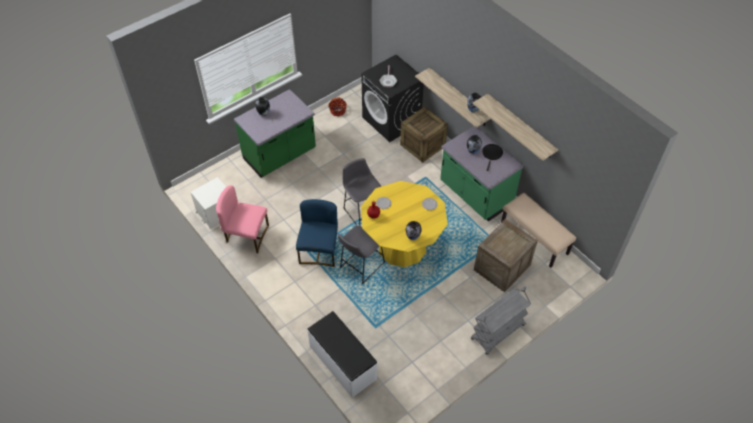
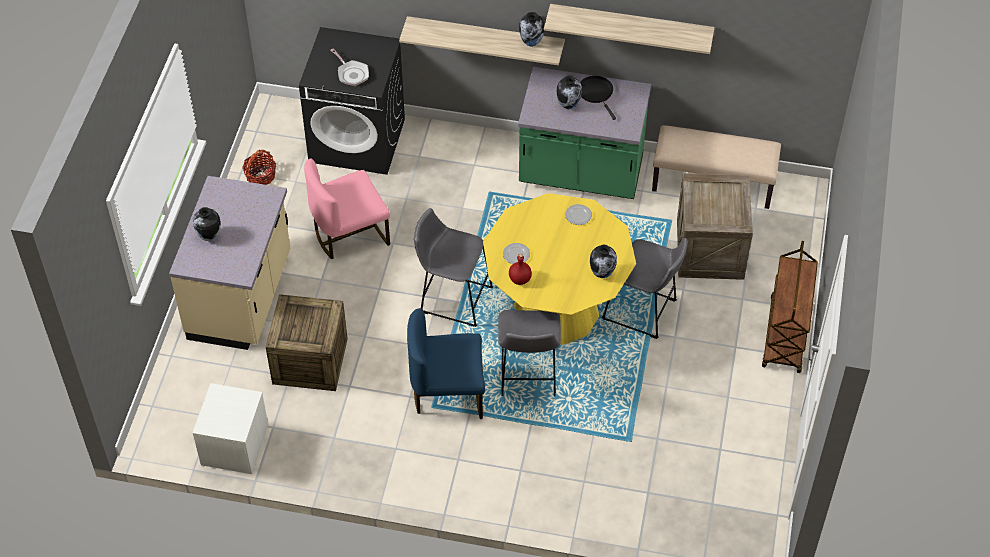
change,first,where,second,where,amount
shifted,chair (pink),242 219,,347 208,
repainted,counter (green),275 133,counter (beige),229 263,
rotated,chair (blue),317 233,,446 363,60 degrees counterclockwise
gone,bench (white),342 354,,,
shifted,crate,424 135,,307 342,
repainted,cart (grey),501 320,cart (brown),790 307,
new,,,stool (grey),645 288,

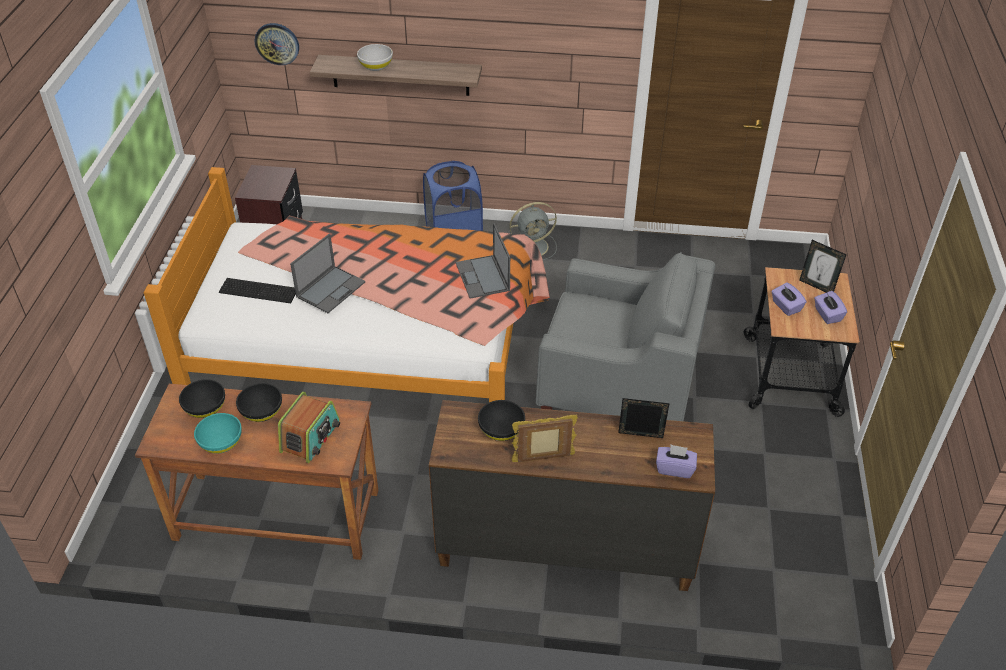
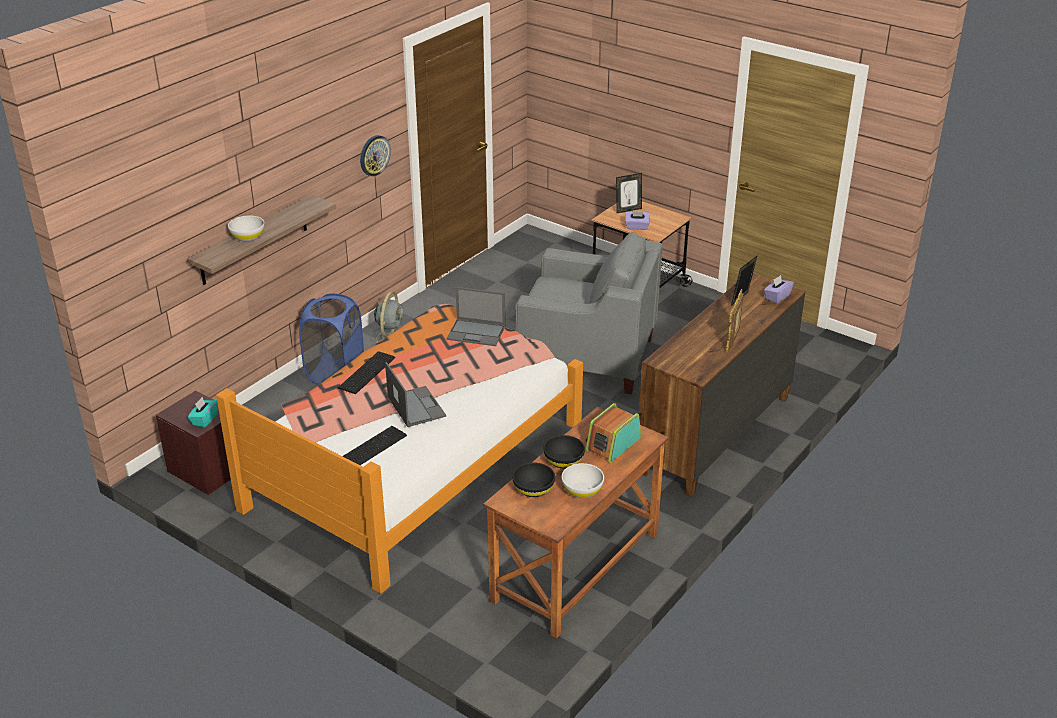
change,first,where,second,where,amount
repainted,bowl (turquoise),218 433,bowl (white),582 480,
shifted,wall clock,277 44,,375 155,
rotated,radio,309 427,,613 433,105 degrees counterclockwise
gone,bowl (black),501 420,,,
rotated,armchair (grey),625 336,,589 313,60 degrees clockwise
gone,tissue box (purple),830 307,,,
new,,,tissue box (turquoise),203 412,
new,,,keyboard,366 372,

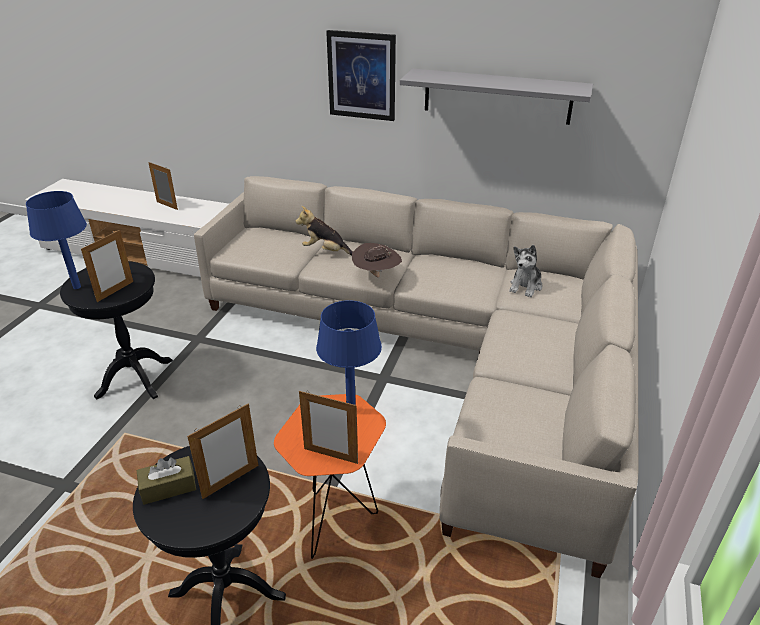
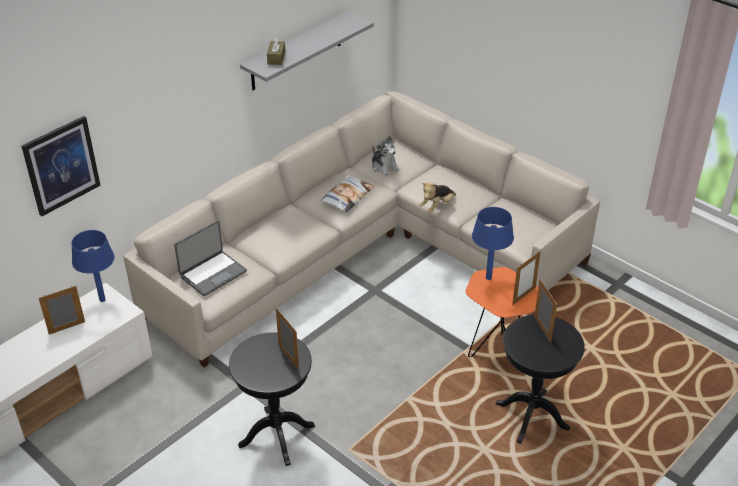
change,first,where,second,where,amount
shifted,table lamp (blue),56 240,,93 266,
shifted,tissue box (brown),166 480,,276 51,
shifted,plush toy,324 231,,437 198,
shifted,picture,361 75,,61 166,
gone,hat (brown),377 260,,,
new,,,laptop,210 258,
new,,,pillow,347 193,

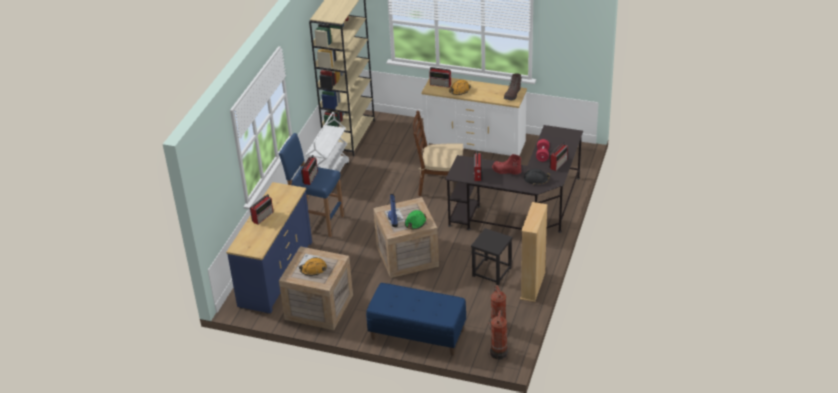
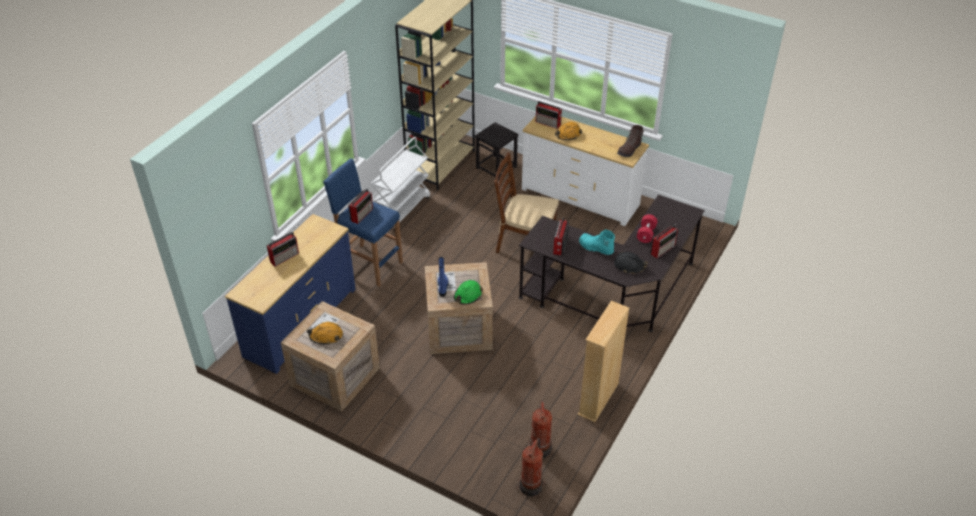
change,first,where,second,where,amount
gone,bench (blue),416 319,,,
shifted,stool (black),491 256,,496 151,
repainted,boot (red),507 164,boot (turquoise),597 242,

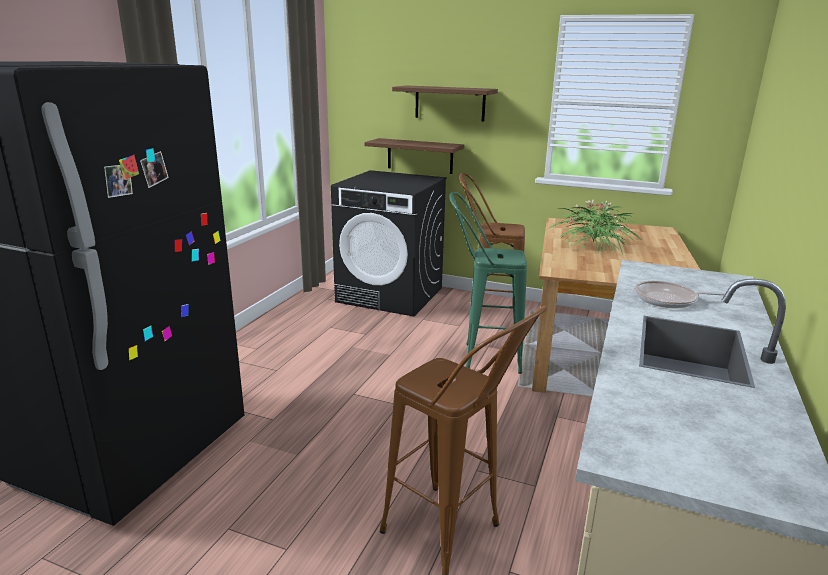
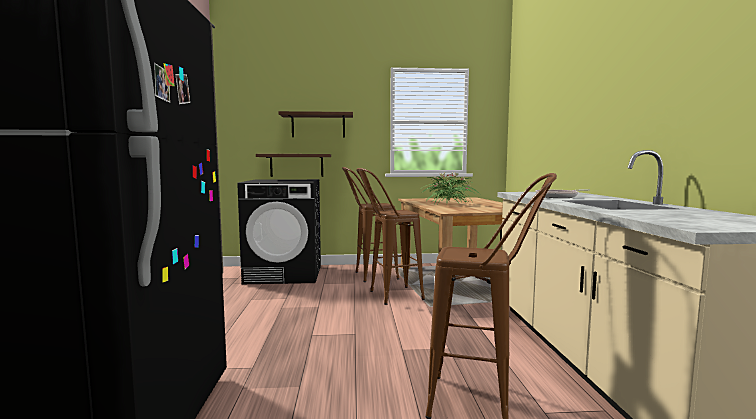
change,first,where,second,where,amount
repainted,stool (green),488 283,stool (brown),390 236,

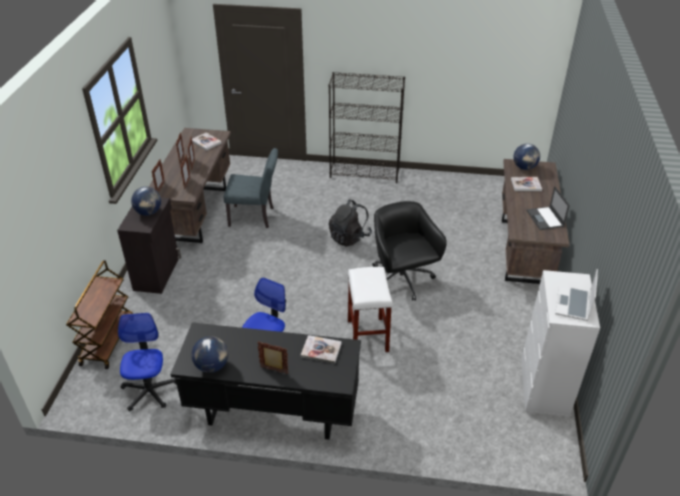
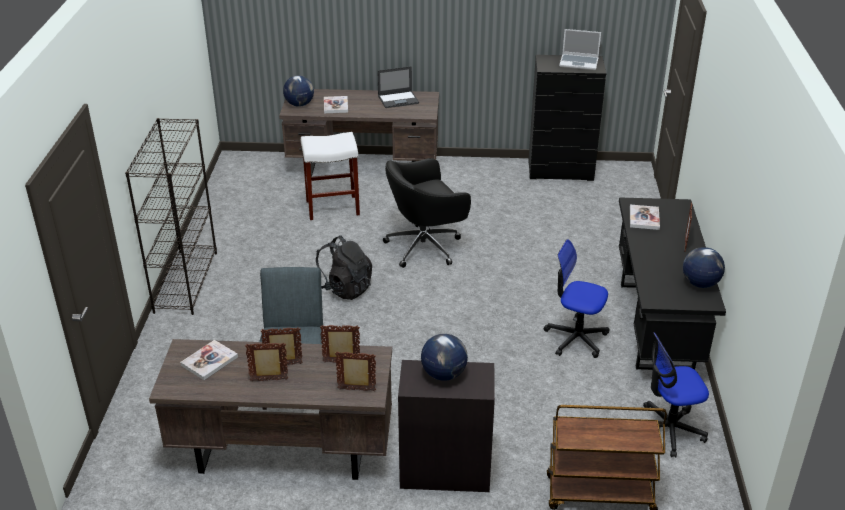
change,first,where,second,where,amount
shifted,stool (white),370 309,,330 176,
repainted,dresser (white),560 344,dresser (black),567 118,

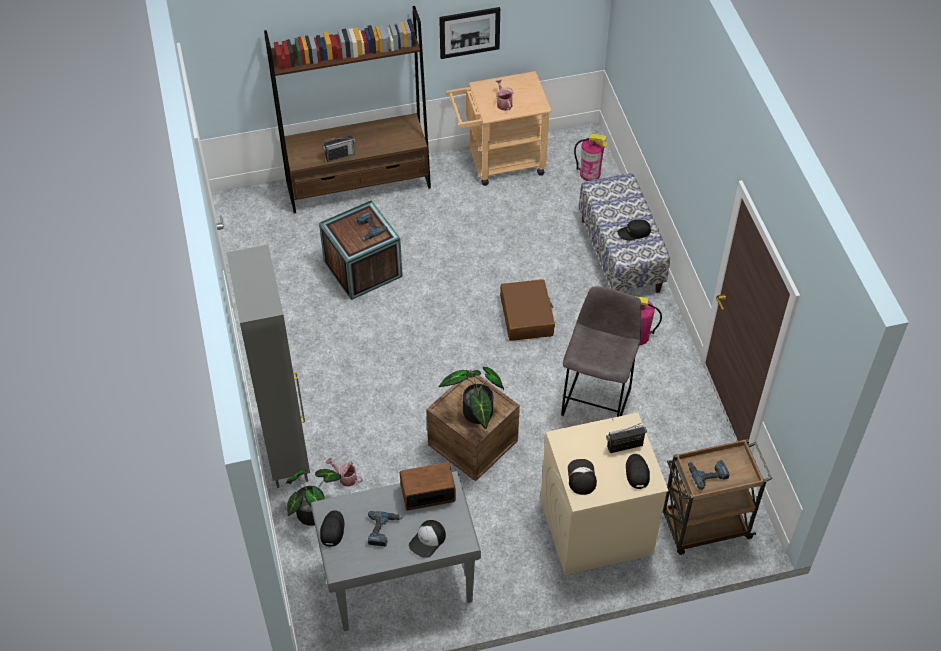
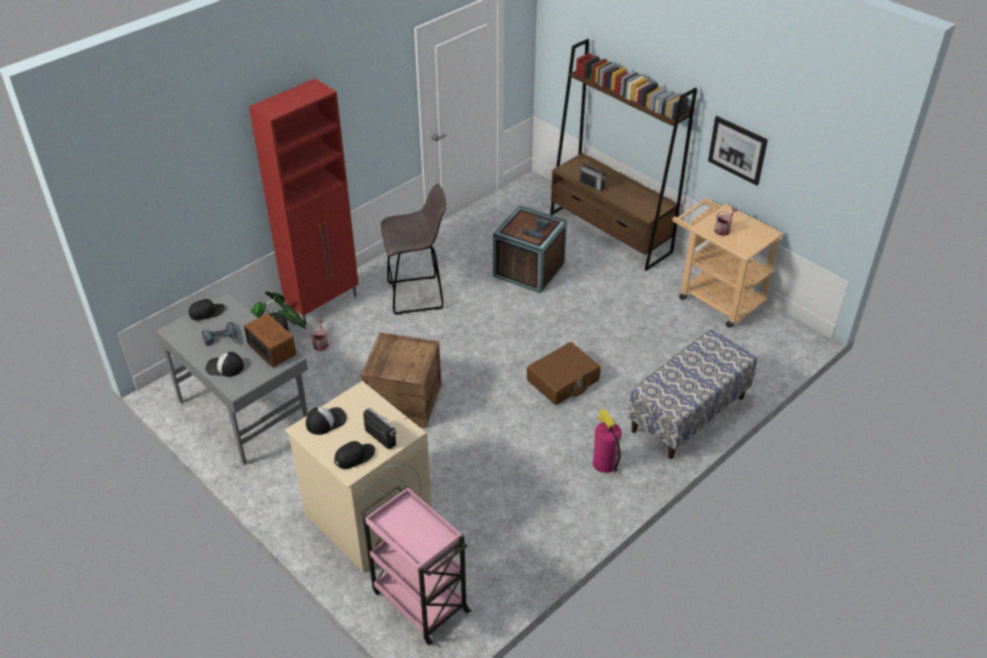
change,first,where,second,where,amount
repainted,cabinet (grey),268 366,cabinet (red),304 202,
gone,potted plant,471 398,,,
shifted,stool (grey),601 351,,413 249,
gone,fire extinguisher,591 157,,,
gone,cap (black),634 230,,,
repainted,cart (brown),717 497,cart (pink),416 565,
gone,power drill,709 475,,,

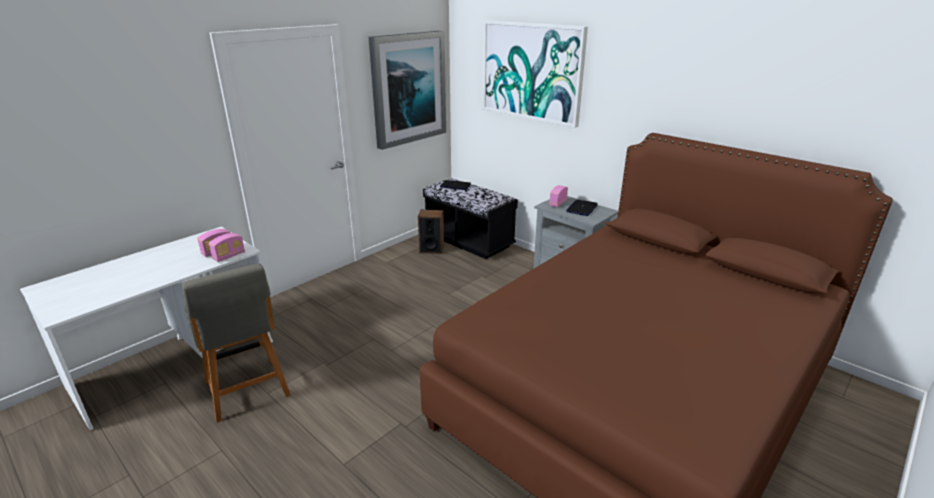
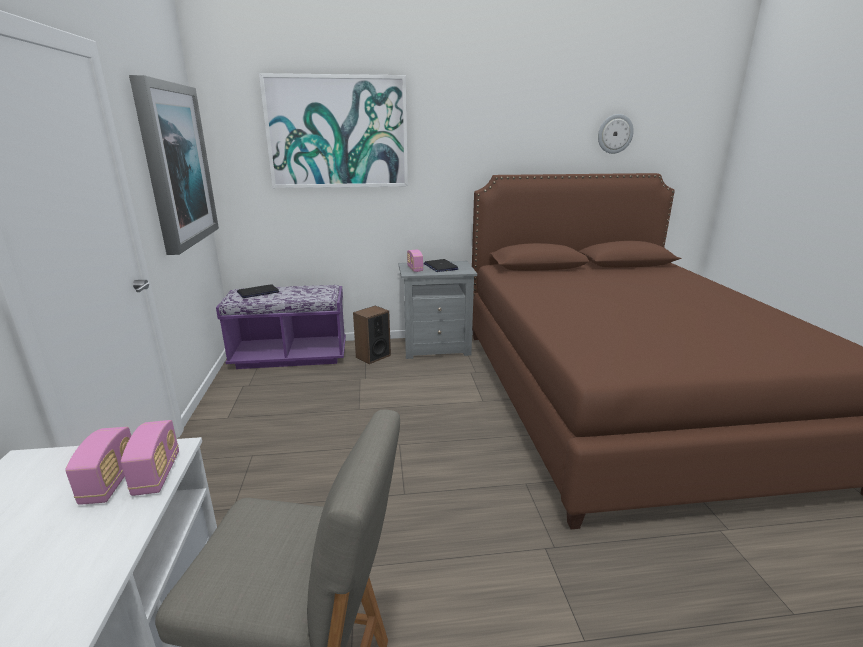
change,first,where,second,where,amount
shifted,speaker,431 232,,372 335,
repainted,bench (black),470 219,bench (purple),281 327,
new,,,wall clock,616 134,

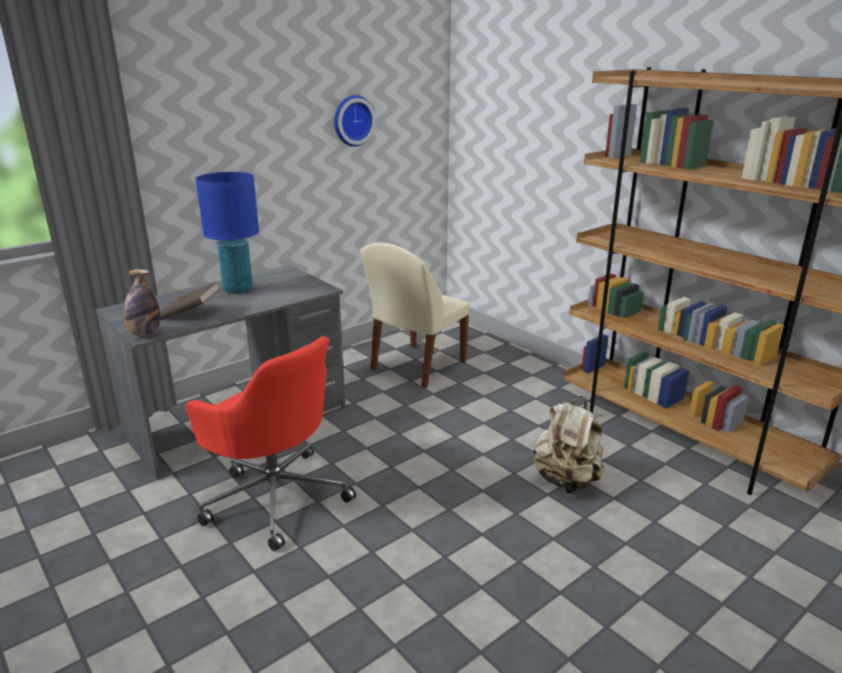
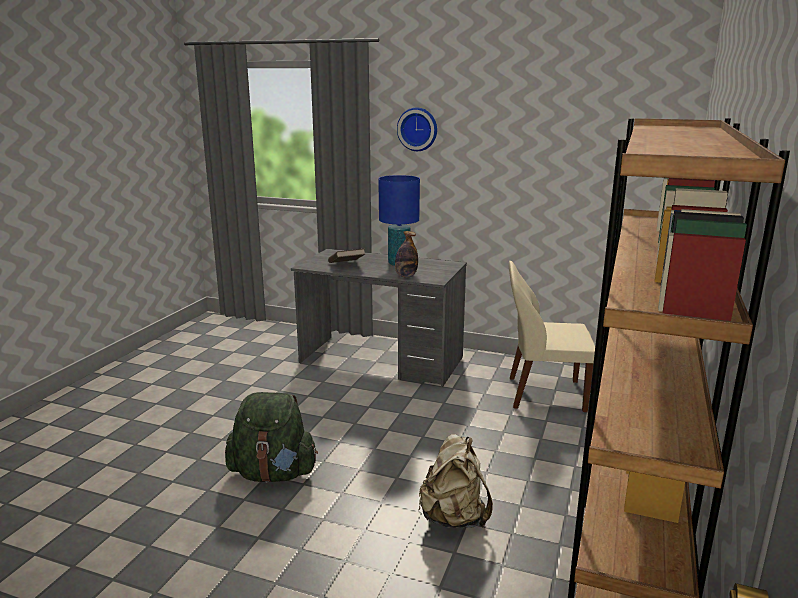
change,first,where,second,where,amount
shifted,bottle,142 302,,406 254,
gone,office chair (red),270 443,,,
shifted,wall clock,355 121,,417 129,
new,,,backpack (green),271 437,

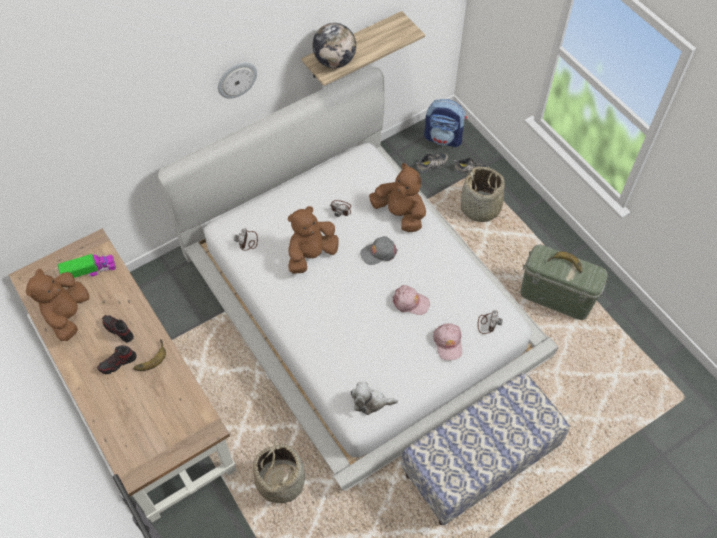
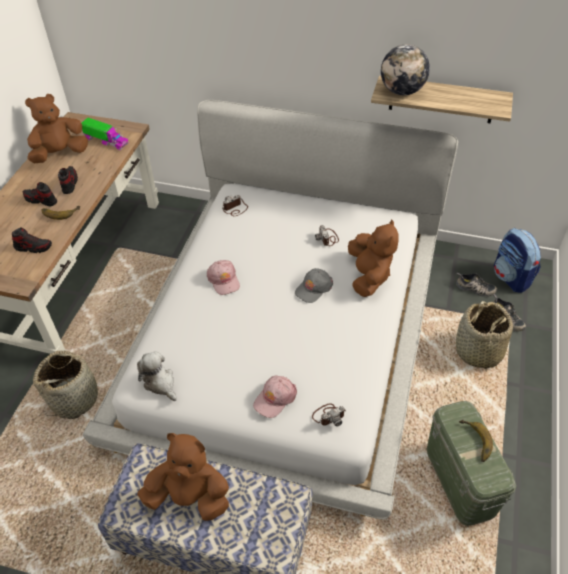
change,first,where,second,where,amount
gone,wall clock,237 80,,,
shifted,plush toy (brown),313 240,,183 477,
rotated,cap (grey),379 250,,314 285,75 degrees counterclockwise
shifted,cap (pink),411 300,,223 277,
new,,,shoe,32 240,

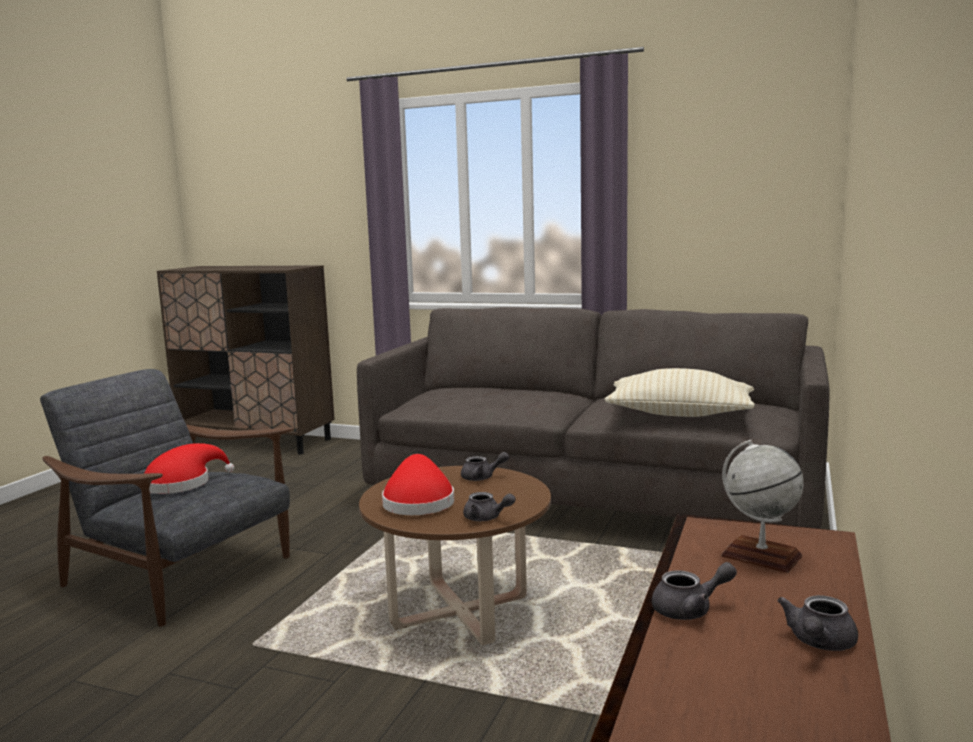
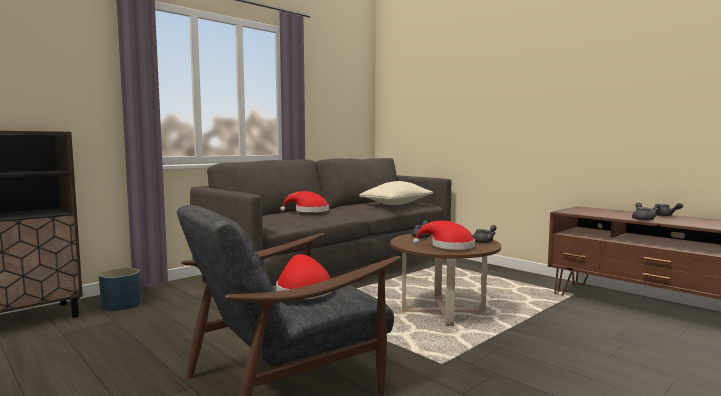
change,first,where,second,where,amount
gone,globe,762 506,,,
new,,,planter (blue),120 289,
new,,,hat (red),304 201,

